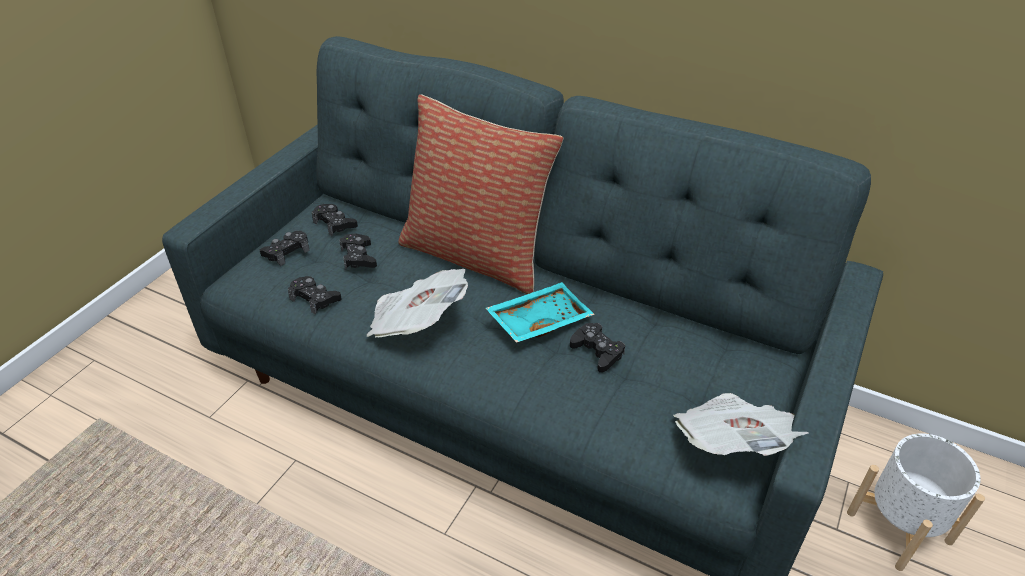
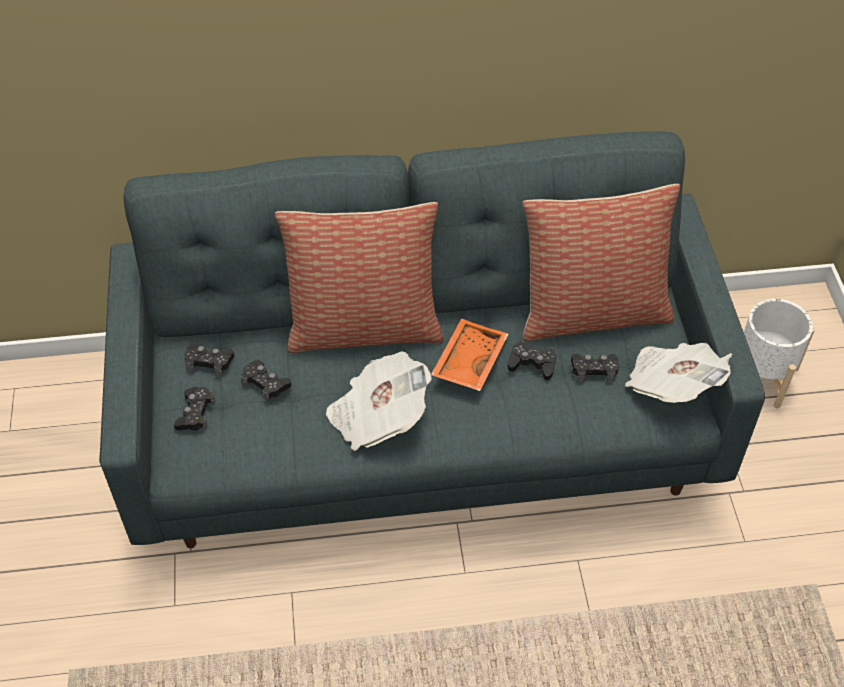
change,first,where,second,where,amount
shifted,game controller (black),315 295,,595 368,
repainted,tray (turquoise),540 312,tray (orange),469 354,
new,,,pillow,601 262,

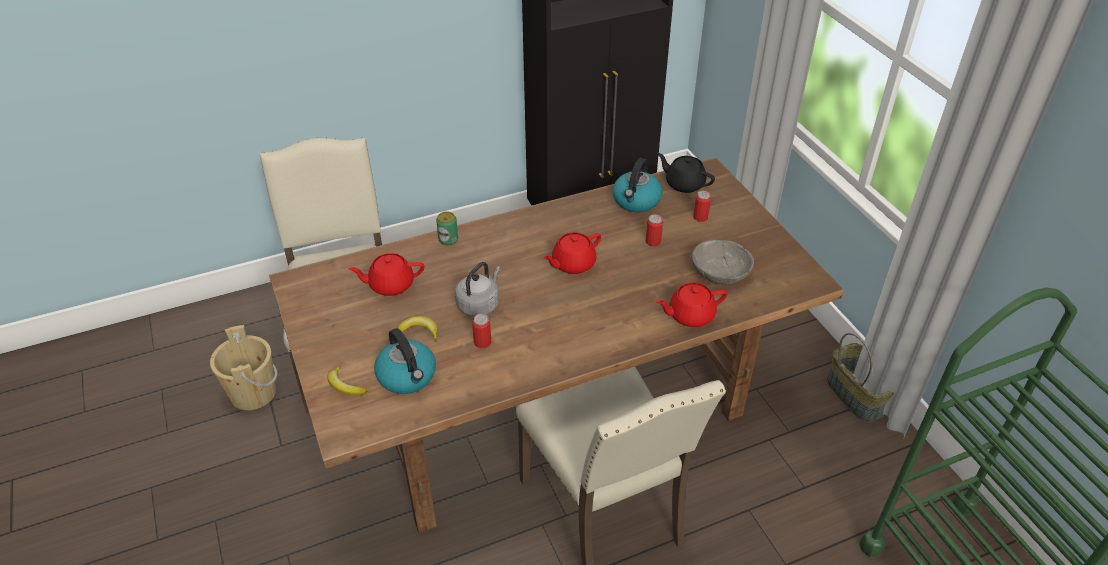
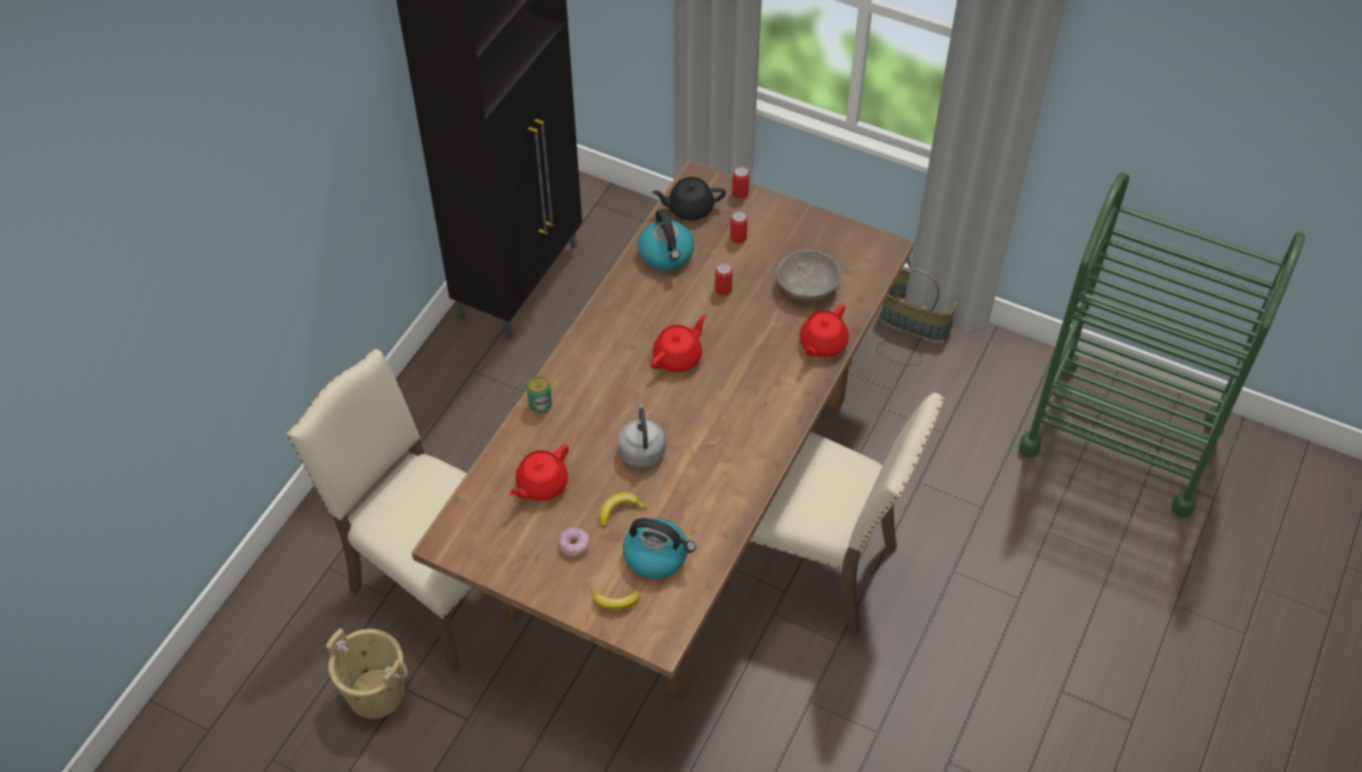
change,first,where,second,where,amount
shifted,can,481 331,,740 182,
rotated,teapot (red),572 253,,679 343,150 degrees counterclockwise
new,,,donut,574 542,

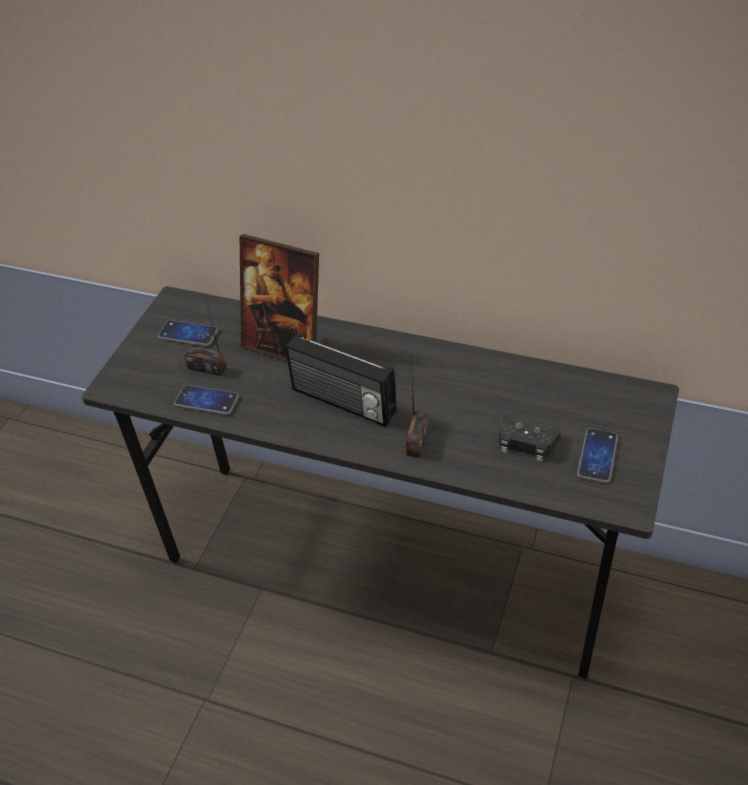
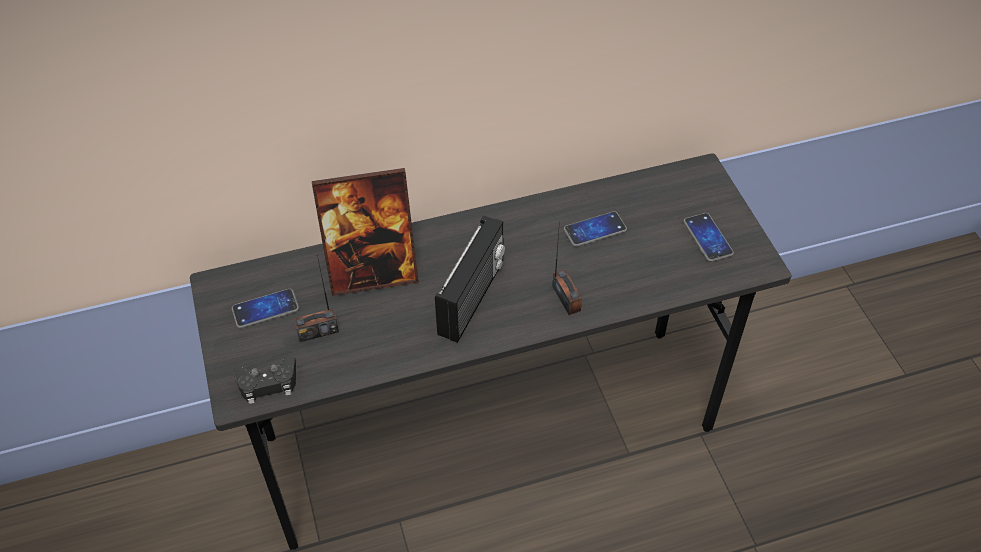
change,first,where,second,where,amount
shifted,phone,206 400,,595 229,
rotated,radio,341 380,,470 279,60 degrees counterclockwise
shifted,game controller (black),530 438,,264 379,

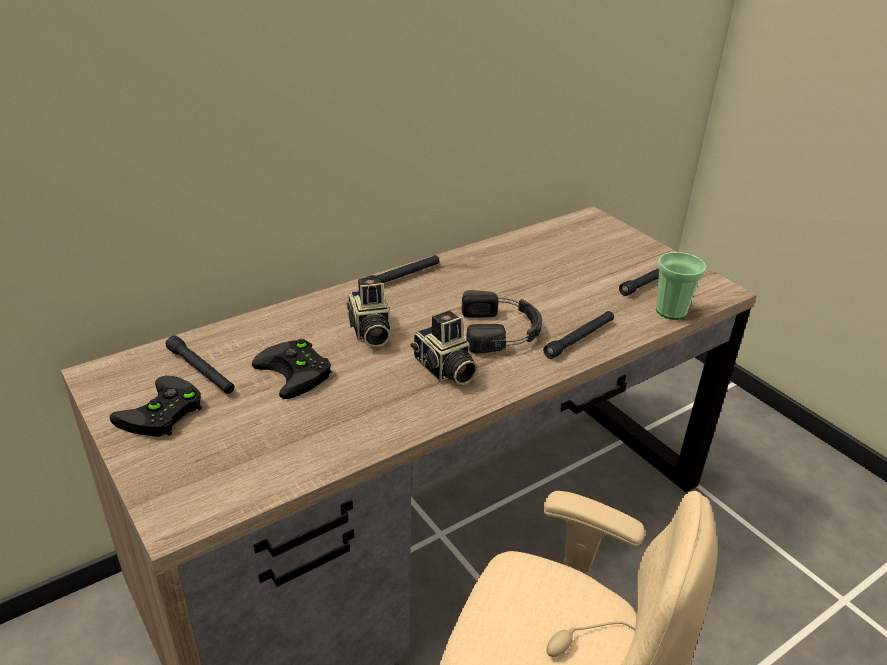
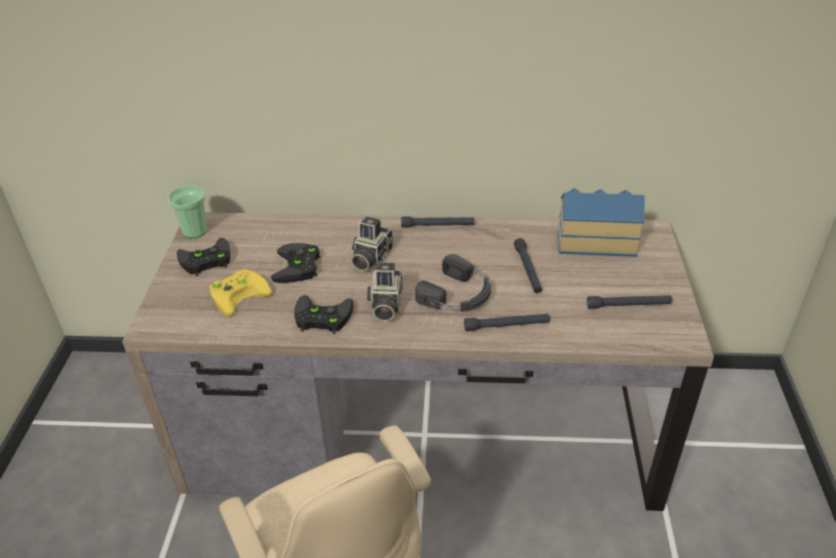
change,first,where,second,where,amount
shifted,flashlight (black),200 364,,528 265,
shifted,cup,681 286,,187 212,
new,,,game controller (yellow),241 293,
new,,,game controller (black),324 314,
new,,,toy house,601 222,

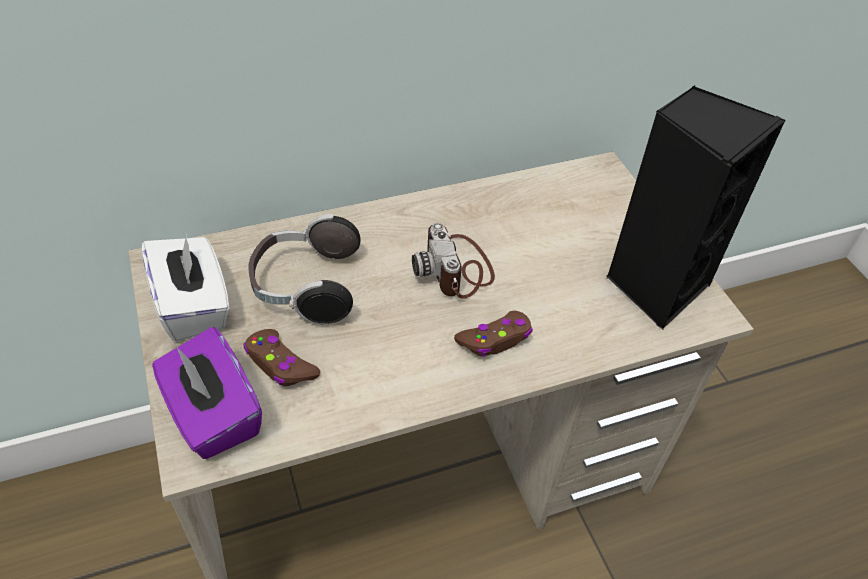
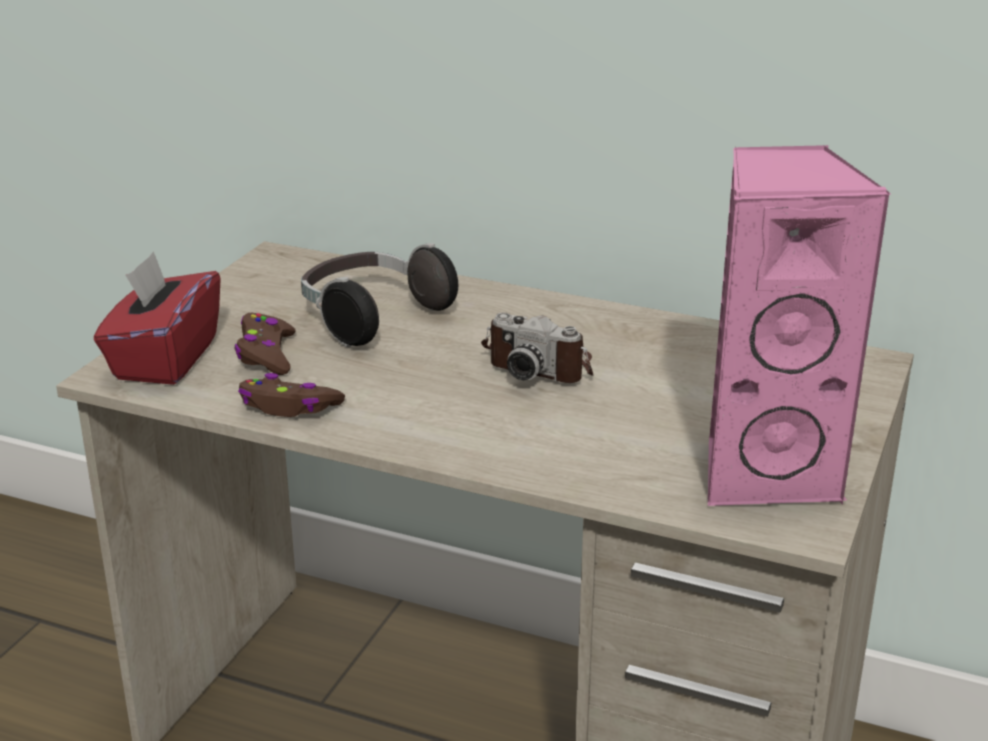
change,first,where,second,where,amount
gone,tissue box (white),186 288,,,
repainted,tissue box (purple),207 393,tissue box (red),157 318,
rotated,photo camera,453 260,,537 347,90 degrees counterclockwise
shifted,game controller (brown),493 334,,291 395,
repainted,speaker (black),695 208,speaker (pink),799 325,

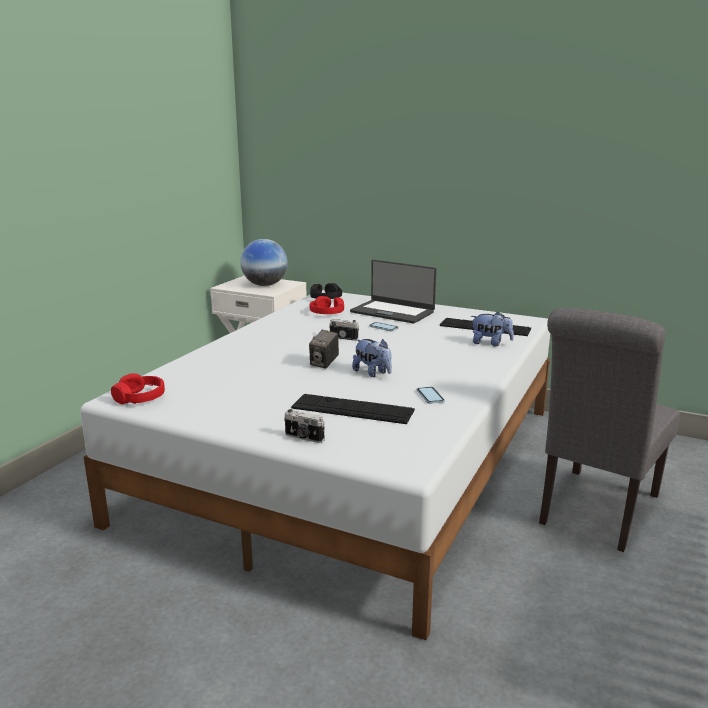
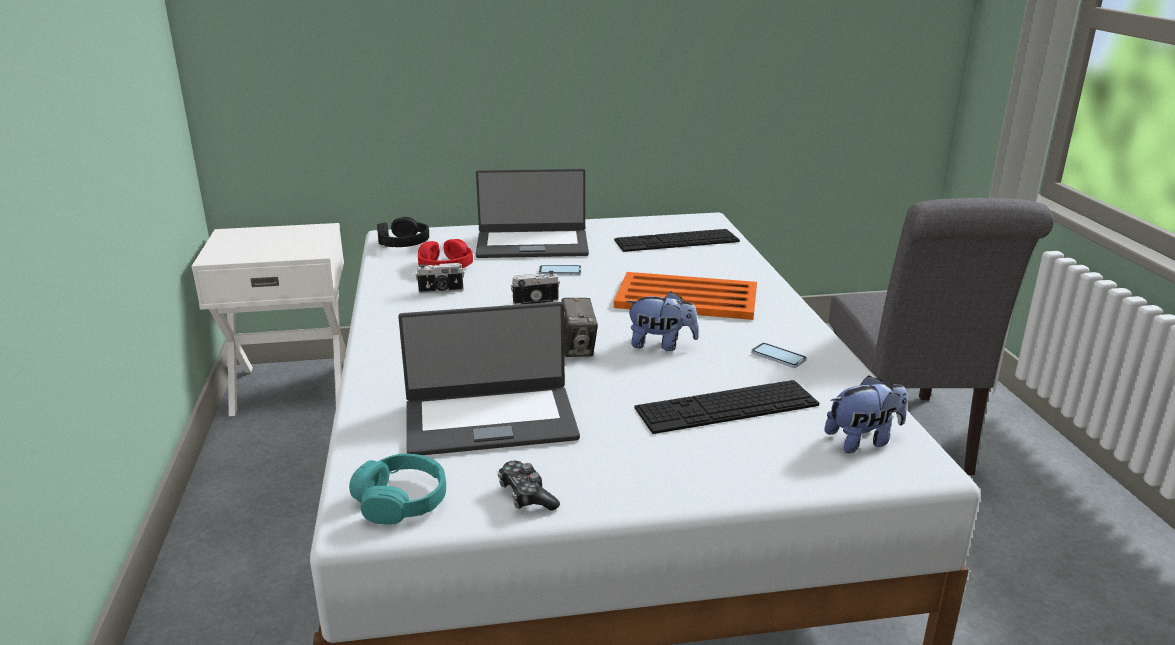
change,first,where,second,where,amount
repainted,headphones (red),138 388,headphones (turquoise),397 489,
gone,globe,264 262,,,
shifted,photo camera,304 426,,439 278,
shifted,plush toy,492 329,,866 414,
new,,,laptop,489 378,
new,,,game controller,529 486,
new,,,tray (orange),685 296,

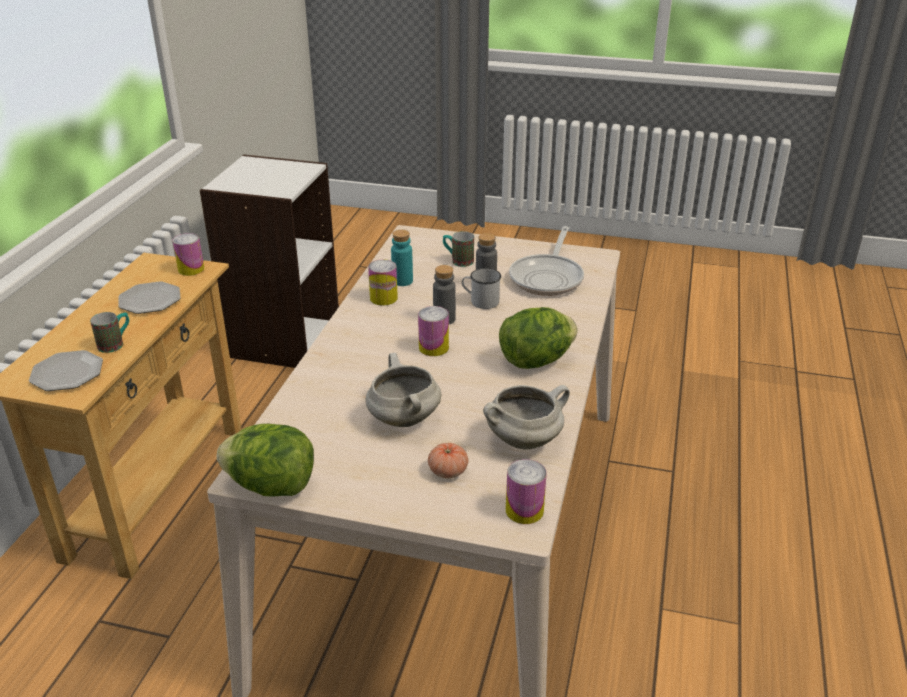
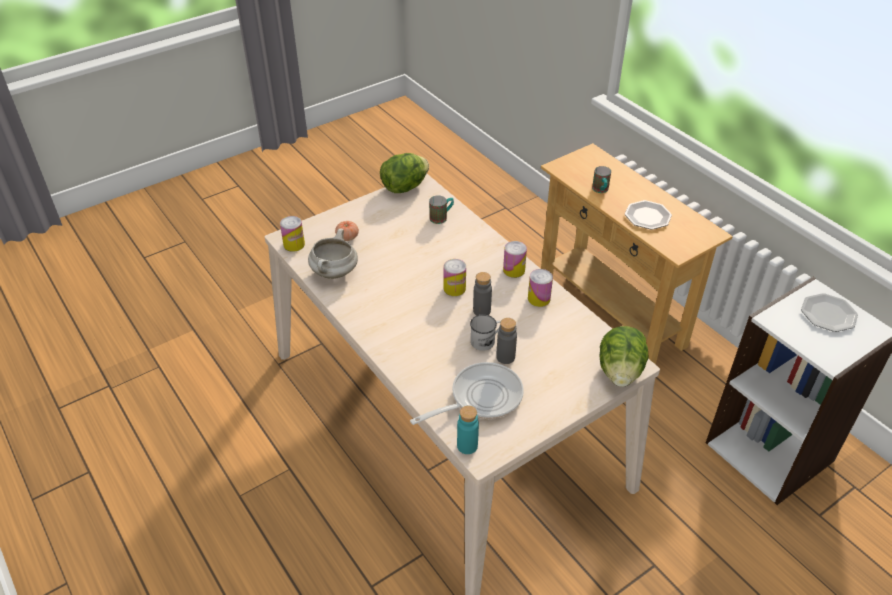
change,first,where,second,where,amount
shifted,plate,66 370,,829 312,
shifted,can,188 254,,515 259,
gone,cooking pot (white),403 390,,,
shifted,bottle (turquoise),402 258,,468 430,
shifted,mug,458 249,,441 209,
shifted,lettuce,538 338,,624 356,
rotated,frying pan,546 261,,467 393,90 degrees clockwise

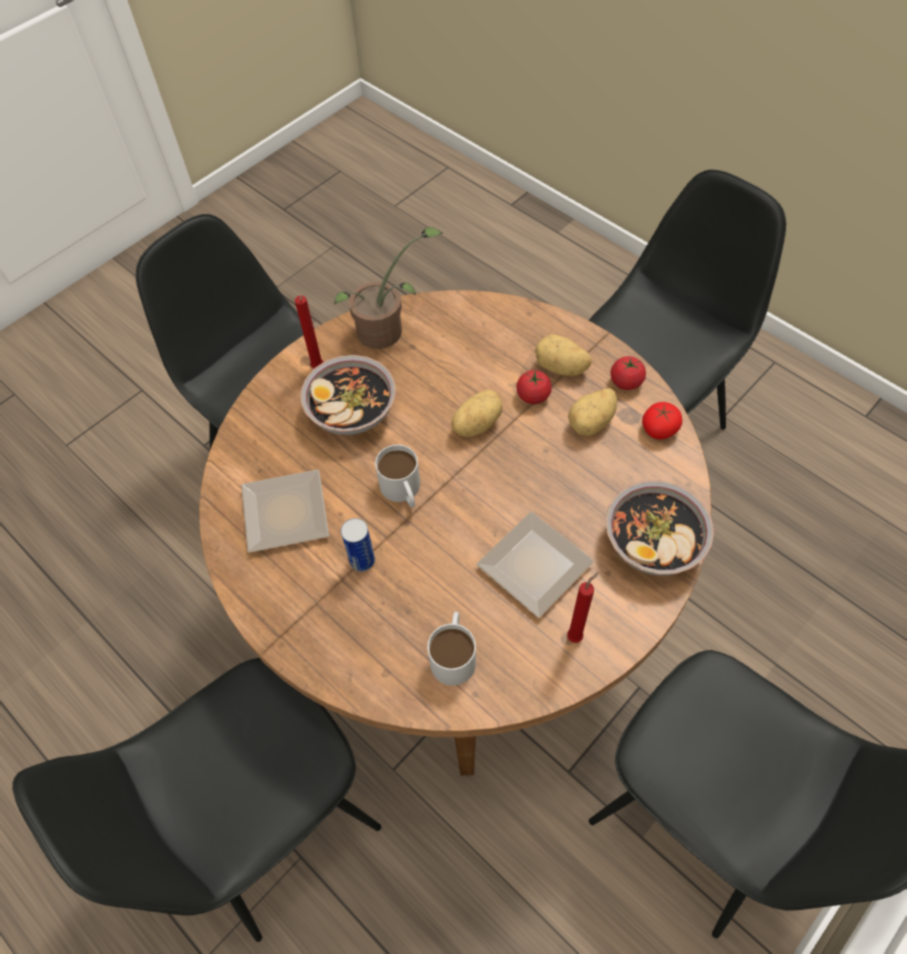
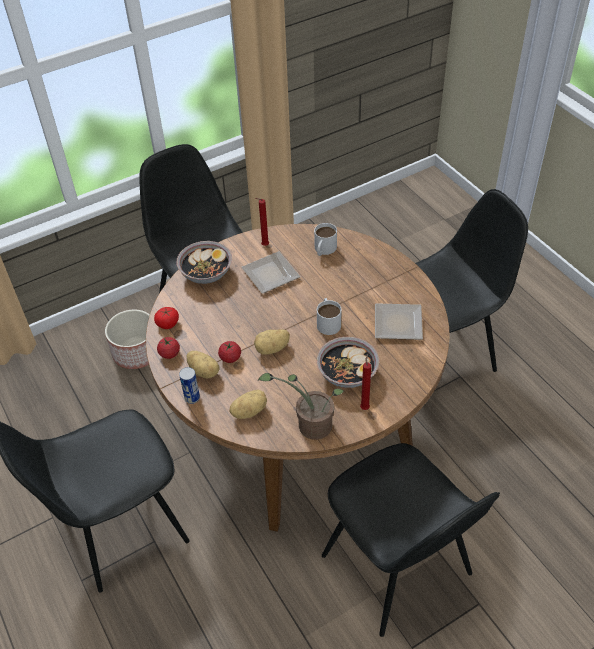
change,first,where,second,where,amount
shifted,can,358 545,,189 385,
shifted,potato,592 412,,248 404,
new,,,planter,127 339,

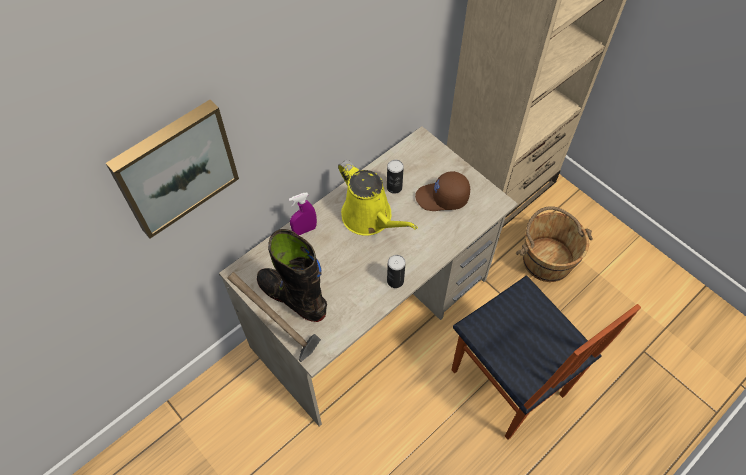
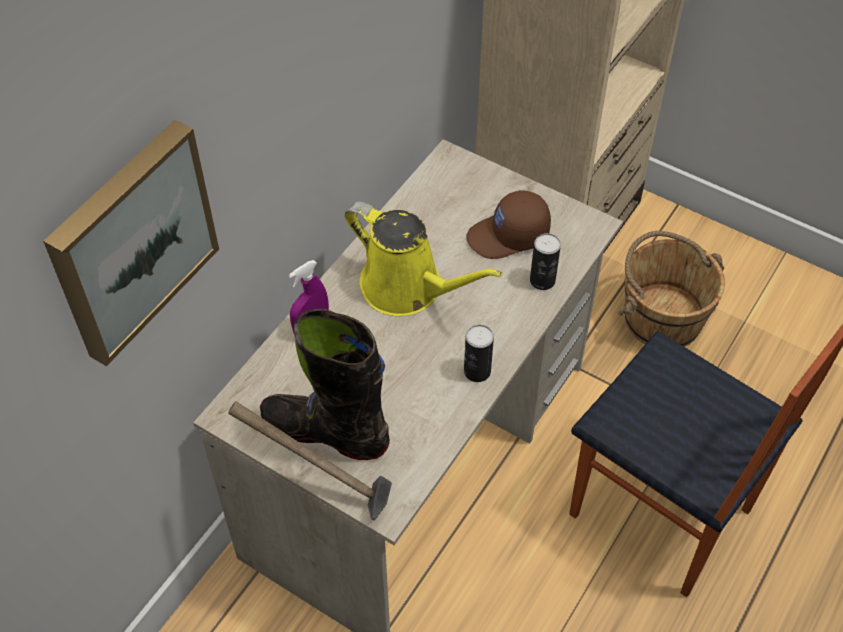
change,first,where,second,where,amount
shifted,can,395 177,,545 261,

